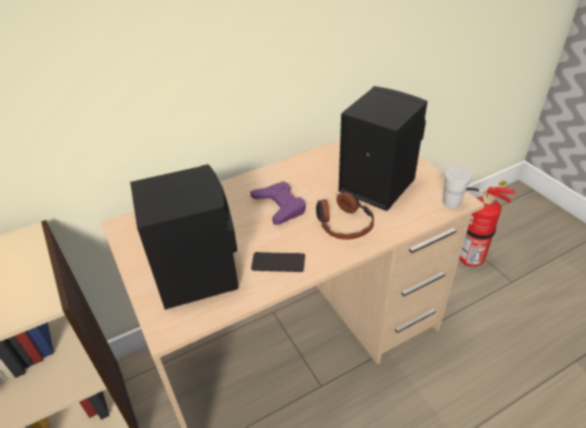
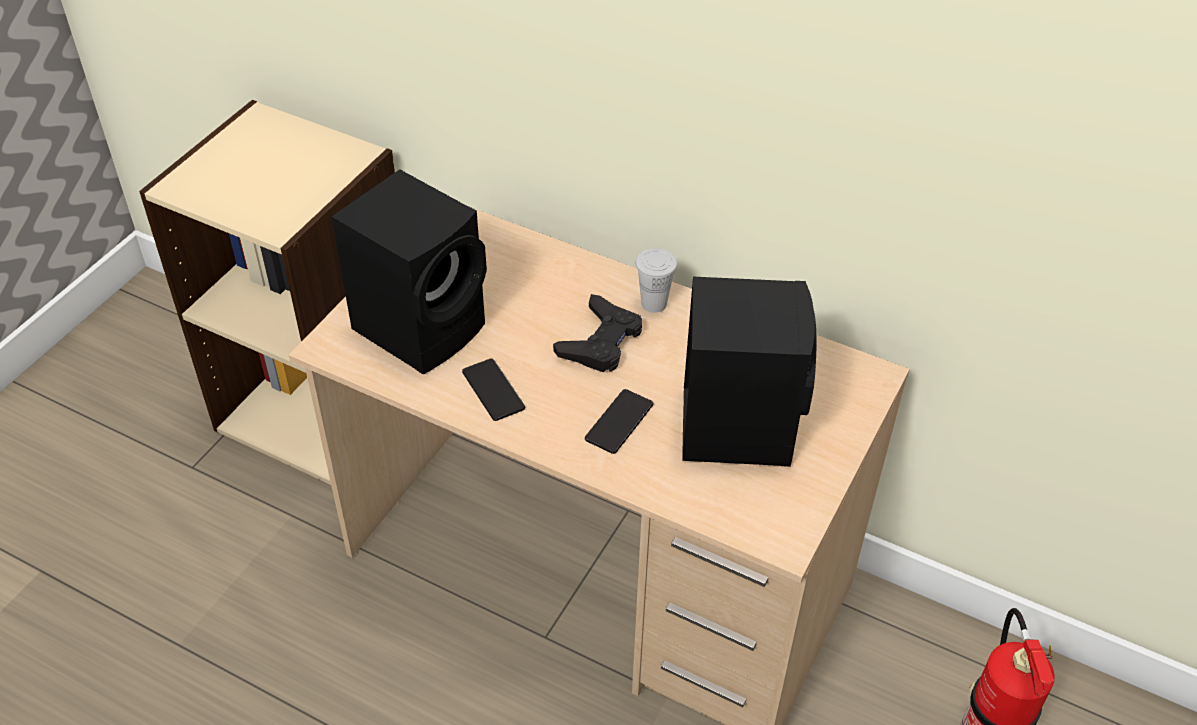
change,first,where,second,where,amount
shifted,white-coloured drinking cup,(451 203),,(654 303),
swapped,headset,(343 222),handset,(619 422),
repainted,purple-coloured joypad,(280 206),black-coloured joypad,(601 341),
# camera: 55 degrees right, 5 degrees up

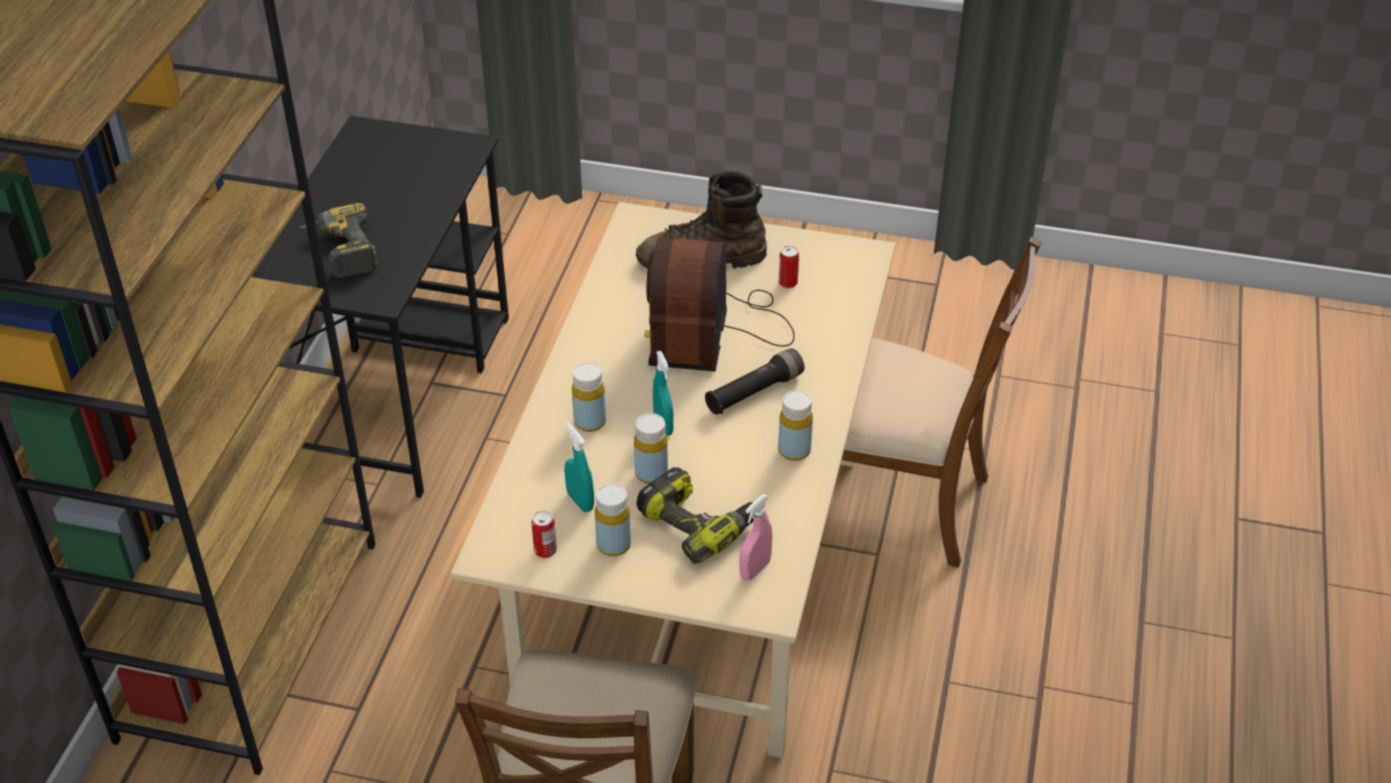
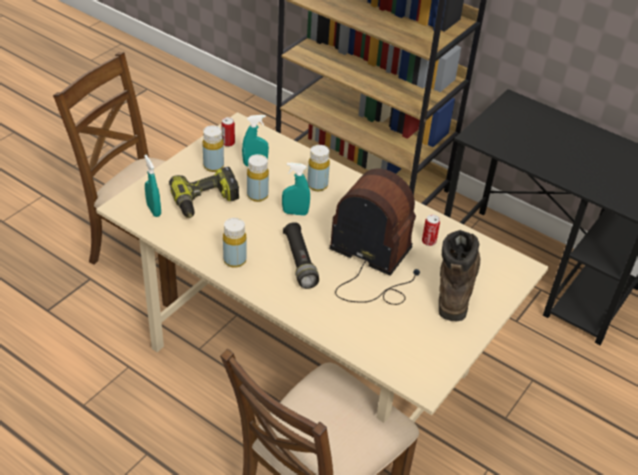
change,first,where,second,where,amount
gone,electric drill,(339 251),,,
shifted,metal can,(788 283),,(428 241),
repainted,pink sprayer,(755 570),turquoise-coloured sprayer,(154 210),
# camera: 110 degrees right, 0 degrees up

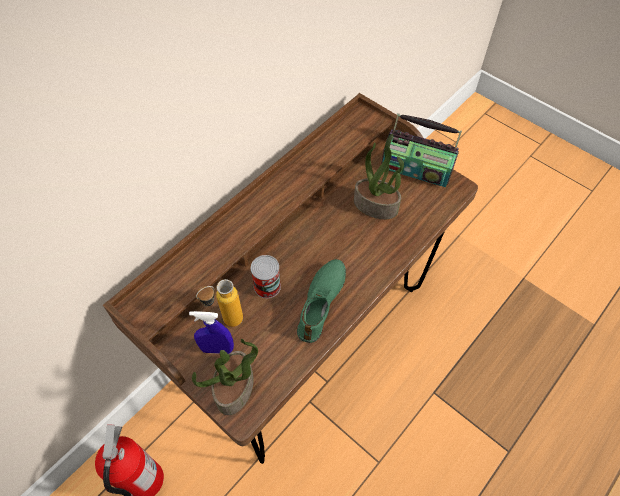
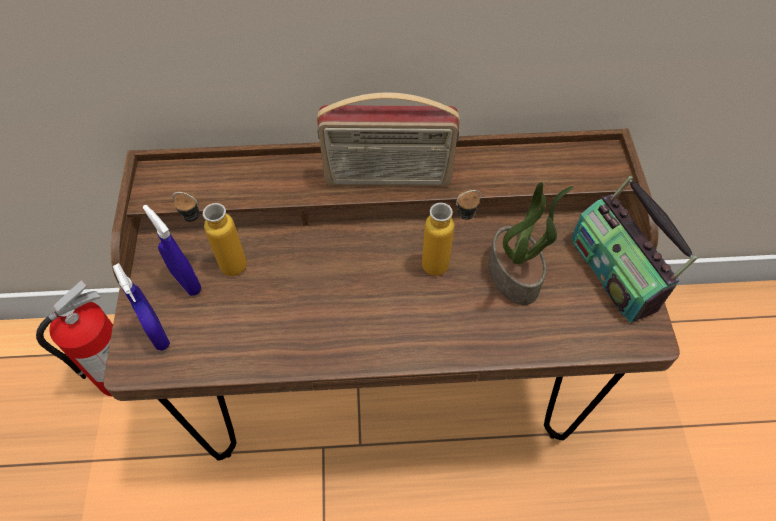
change,first,where,second,where,amount
gone,metal can,(267 286),,,
gone,green-coloured low shoe,(322 302),,,
new,,,radio,(388 178),
new,,,bottle,(446 262),
swapped,houseplant,(235 388),blue sprayer,(158 334),
# camera: 45 degrees right, 0 degrees up

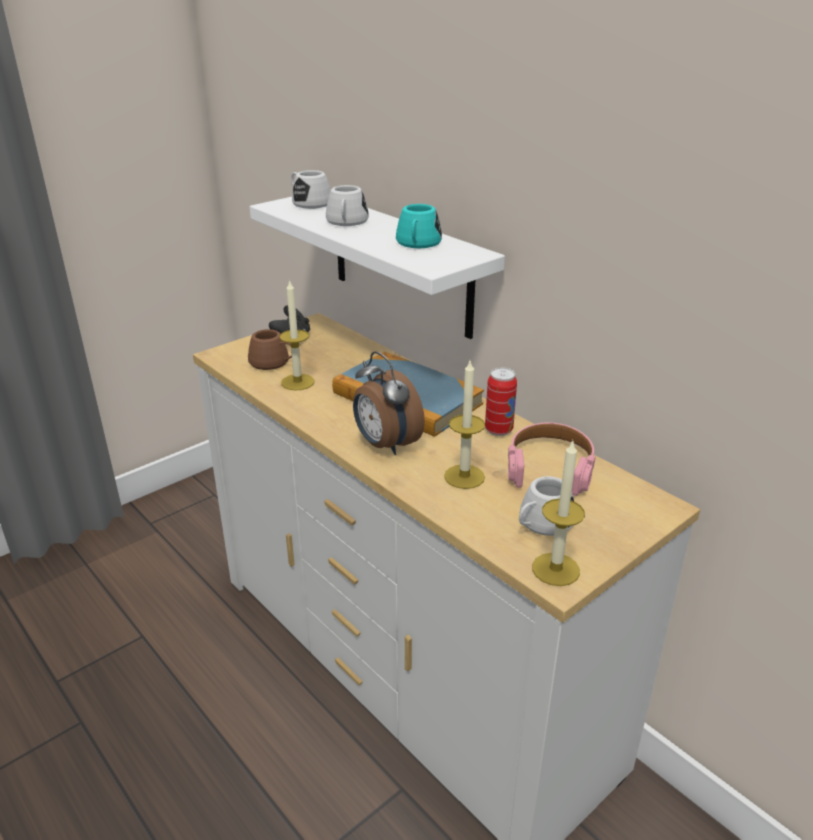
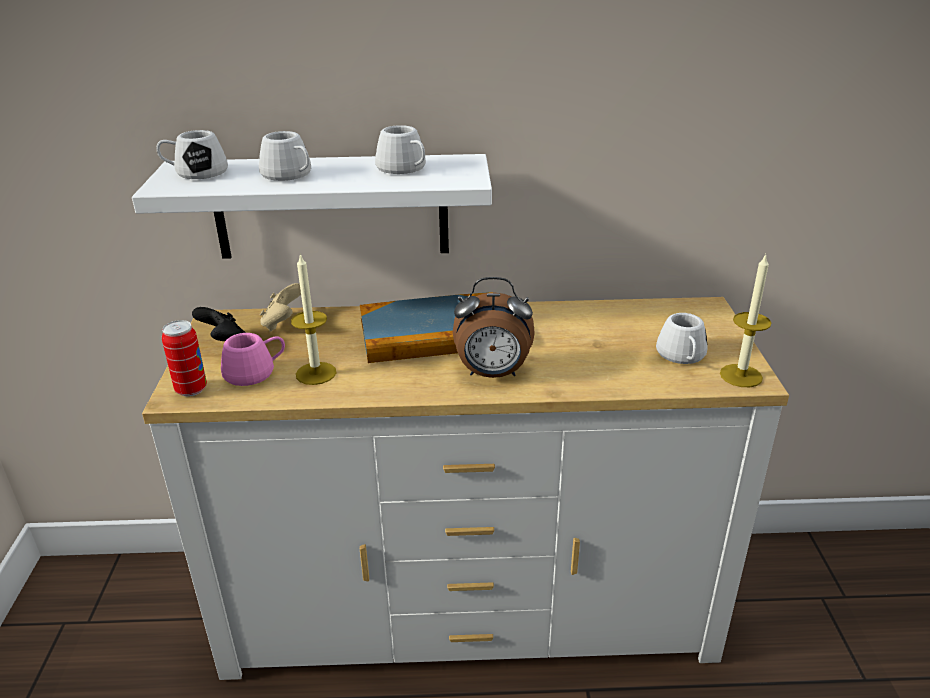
change,first,where,second,where,amount
gone,wax light,(464 476),,,
gone,pink headset,(550 466),,,
new,,,sand-coloured joypad,(283 323),
shifted,metal can,(498 430),,(191 389),
repainted,brown-coloured mug,(273 363),pink mug,(255 372),
repainted,turquoise-coloured mug,(417 244),white-coloured mug,(405 169),
# camera: 50 degrees left, 0 degrees up

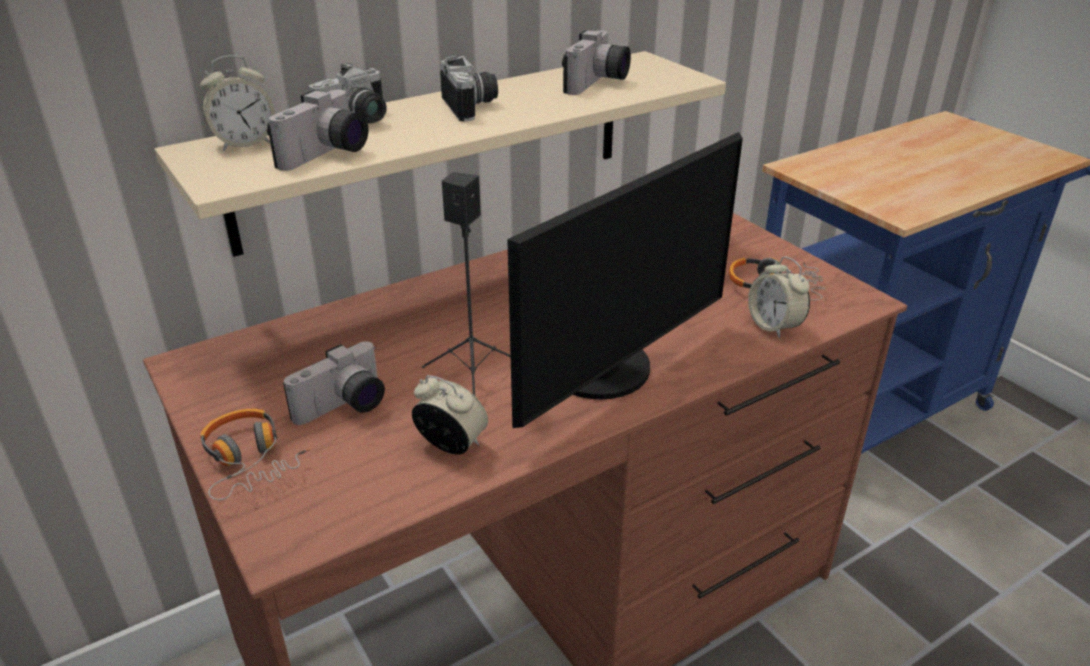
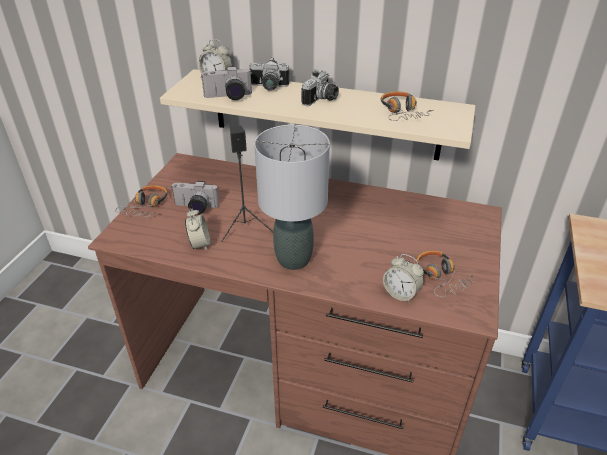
change,first,where,second,where,amount
swapped,computer display,(607 372),greyish table lamp,(294 259),
swapped,photo camera,(598 83),headset,(402 112),
rotated,alarm clock,(774 326),,(401 293),75 degrees counterclockwise
# camera: 50 degrees right, 5 degrees up

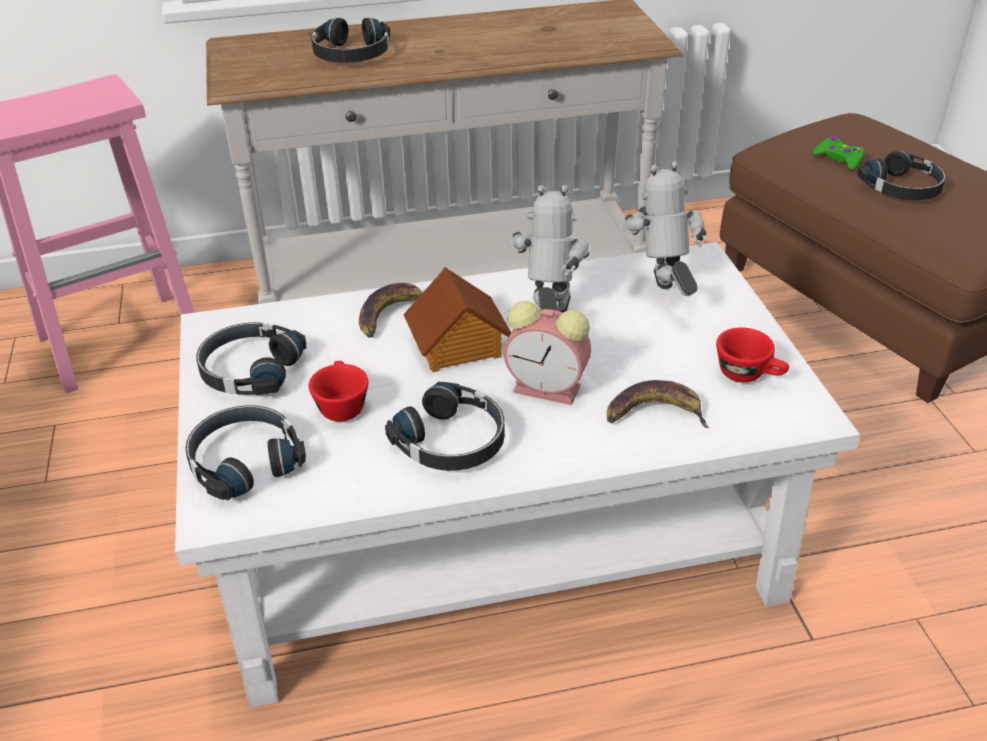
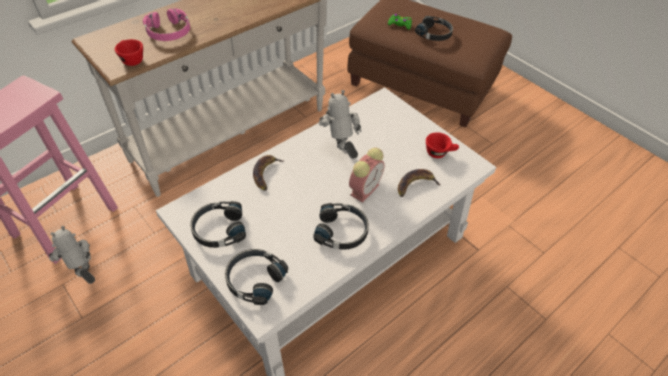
change,first,where,second,where,amount
gone,miniature house,(457 345),,,
shifted,red-coloured drinking cup,(341 405),,(131 59),
shifted,model robot,(662 295),,(85 275),
repainted,black-coloured headset,(351 54),pink headset,(169 32),
rotated,alarm clock,(549 389),,(365 189),45 degrees counterclockwise
# camera: 30 degrees left, 10 degrees up

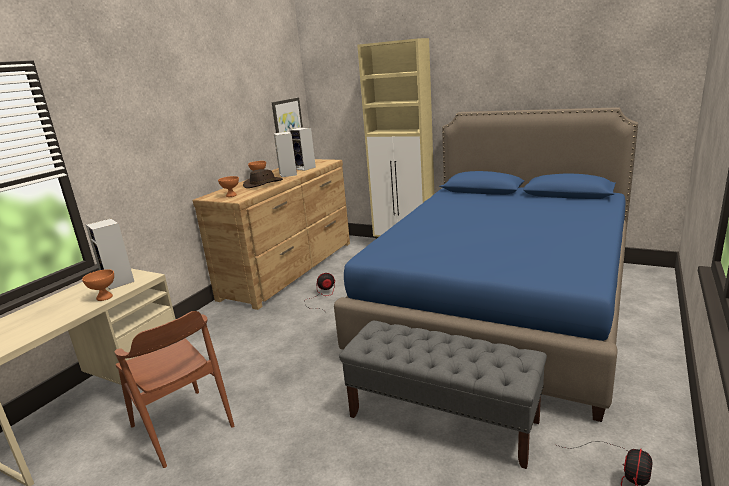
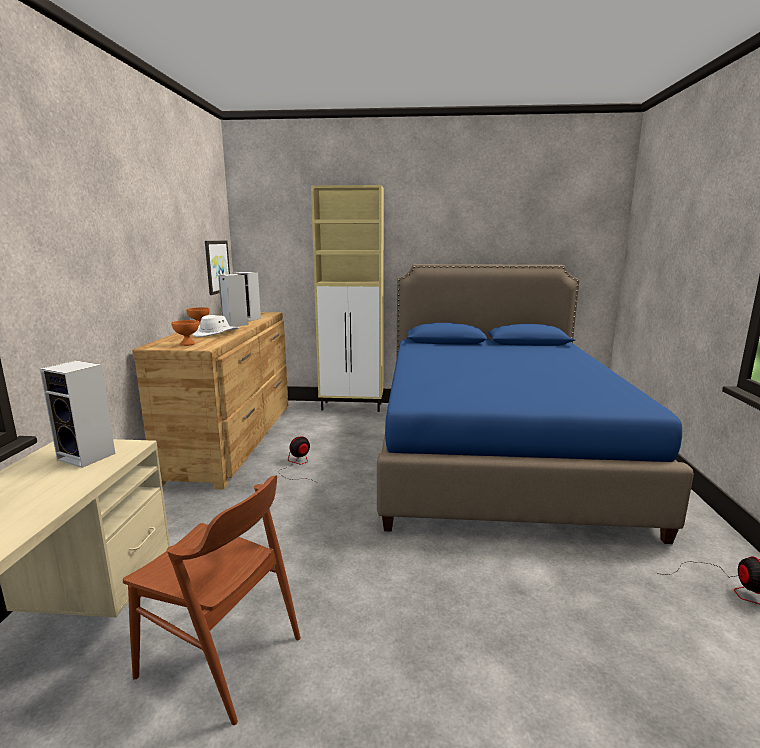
change,first,where,second,where,amount
gone,orange-coloured deep dish,(104 297),,,
gone,greyish indoor bench,(442 419),,,
repainted,brown-coloured clothing hat,(263 184),white-coloured clothing hat,(215 333),
# camera: 25 degrees left, 5 degrees down

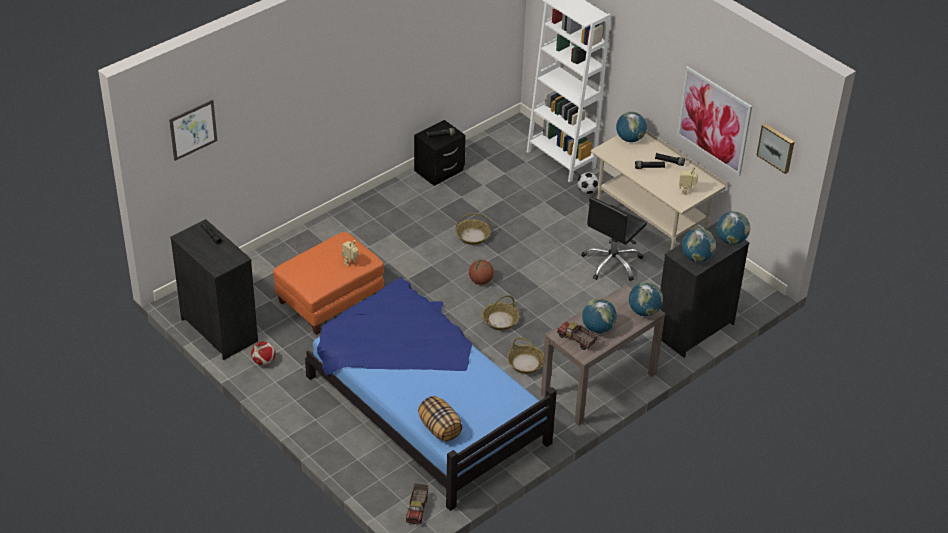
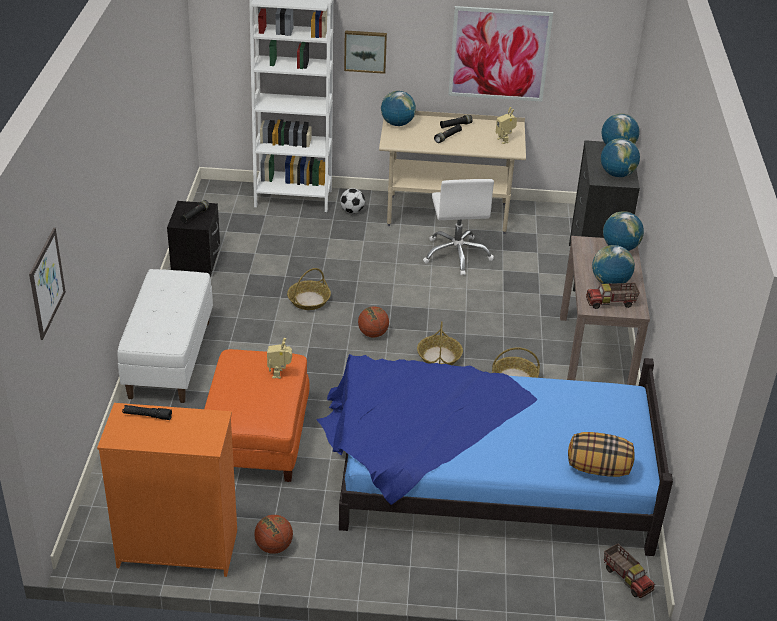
change,first,where,second,where,amount
new,,,white-coloured indoor bench,(169 358),
shifted,wall art,(776 147),,(365 51),
swapped,ball for football,(264 362),ball for basketball,(274 547),
repainted,black-coloured chest of drawers,(220 330),orange-coloured chest of drawers,(178 548),
repainted,black-coloured computer chair,(612 263),white-coloured computer chair,(457 255),
# camera: 45 degrees left, 5 degrees down

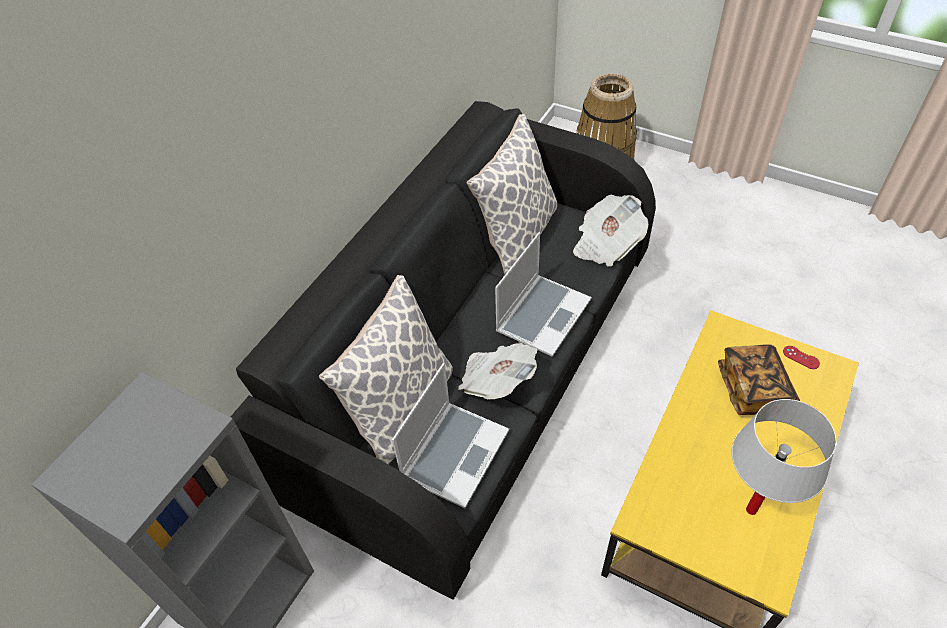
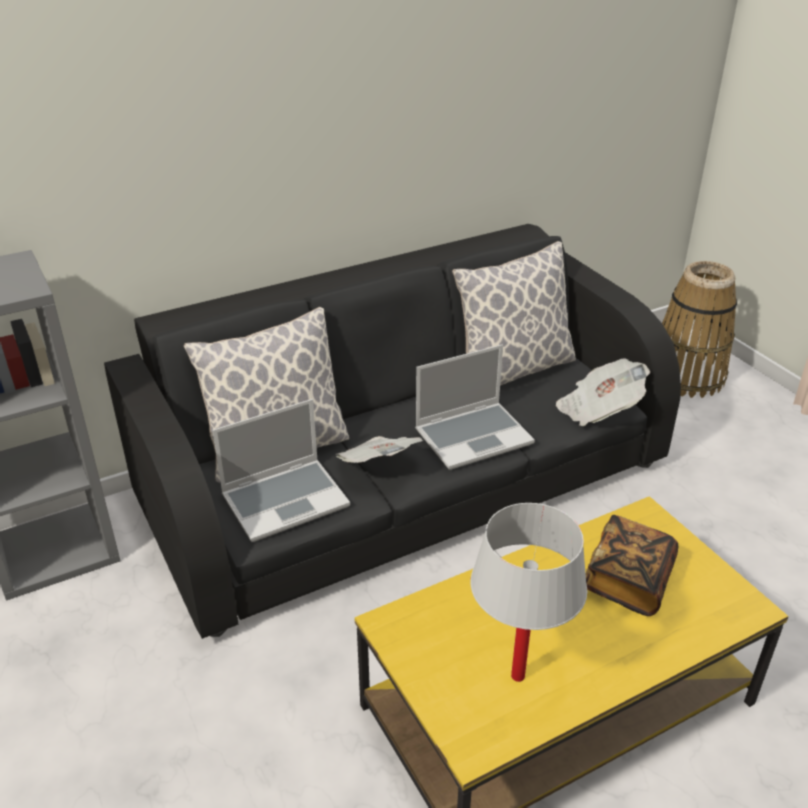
change,first,where,second,where,amount
gone,red-coloured joypad,(801 357),,,
# camera: 30 degrees right, 15 degrees down

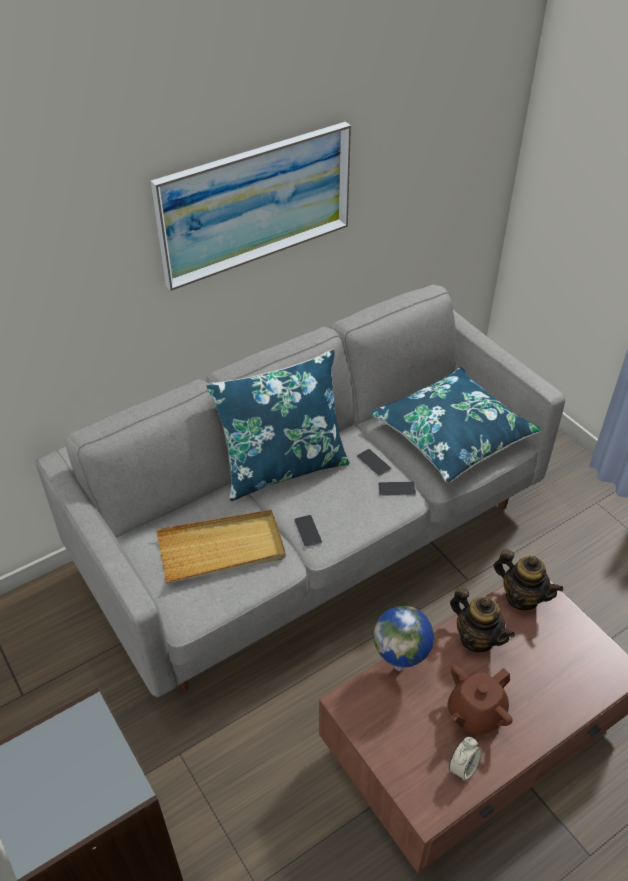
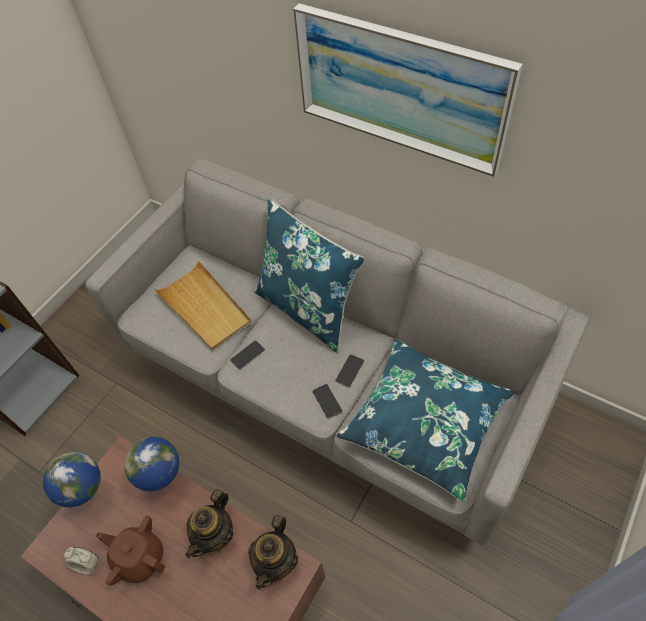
change,first,where,second,where,amount
new,,,world globe,(90 497),
# camera: 70 degrees right, 10 degrees up

